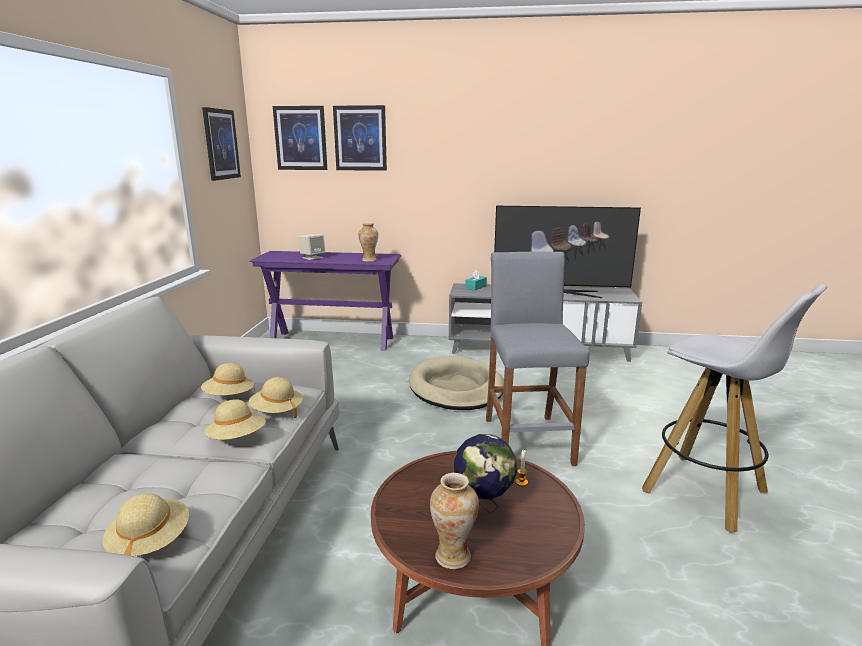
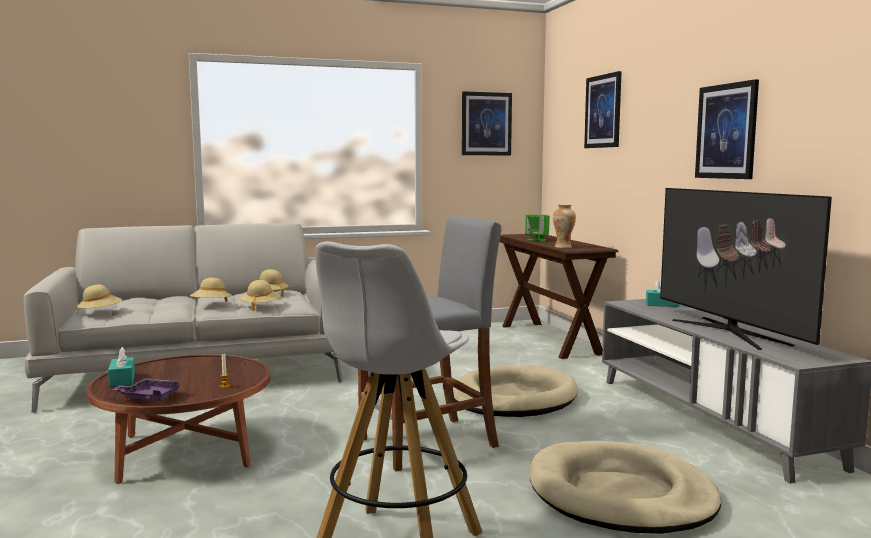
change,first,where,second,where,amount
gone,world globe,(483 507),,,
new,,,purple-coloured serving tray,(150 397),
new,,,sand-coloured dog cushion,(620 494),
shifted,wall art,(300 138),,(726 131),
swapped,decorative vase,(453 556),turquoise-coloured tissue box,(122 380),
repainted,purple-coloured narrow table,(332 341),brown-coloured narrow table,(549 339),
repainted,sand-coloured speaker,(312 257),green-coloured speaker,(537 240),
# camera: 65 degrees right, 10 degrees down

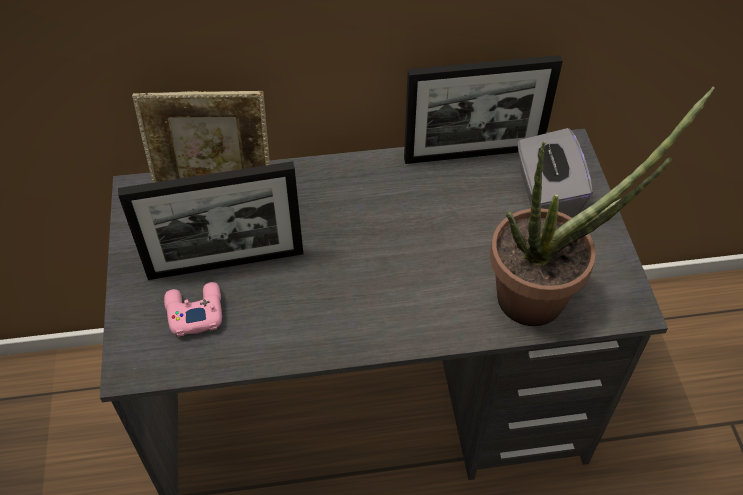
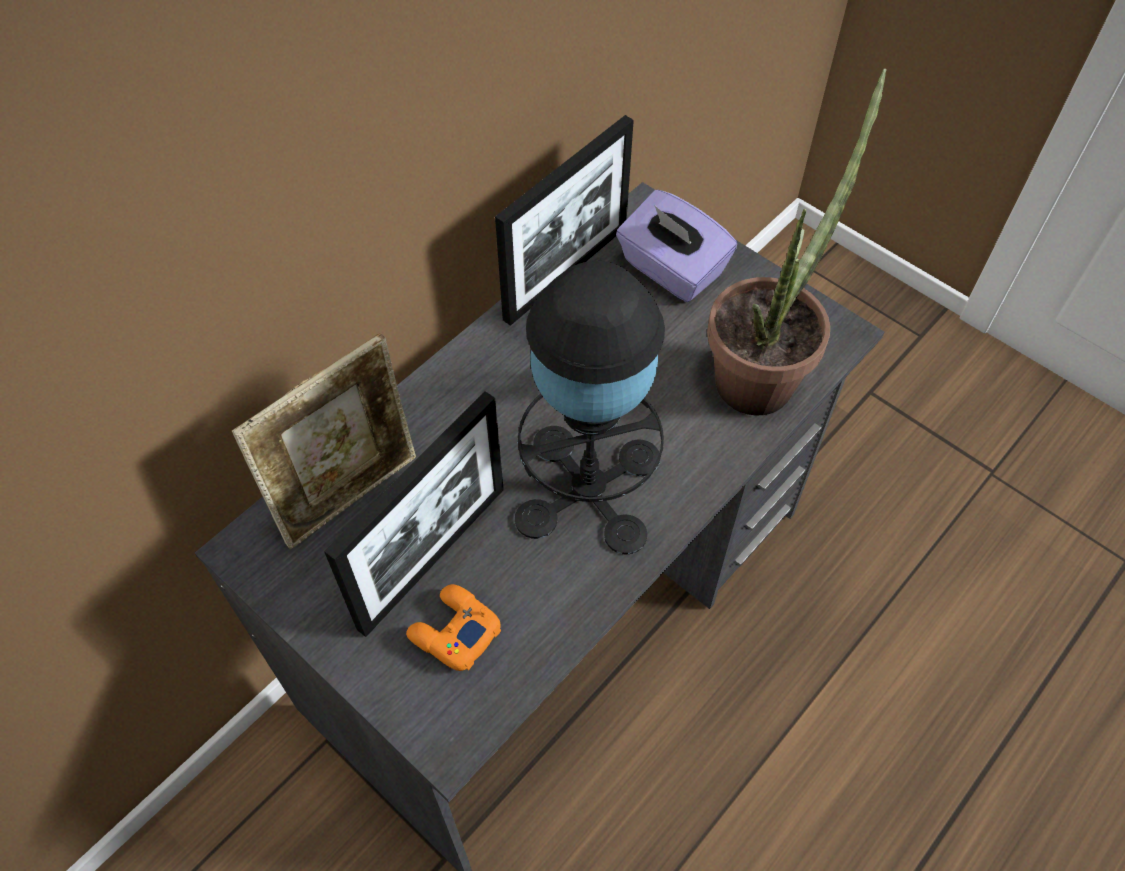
change,first,where,second,where,amount
new,,,black-coloured table lamp,(588 488),
repainted,pink joypad,(194 312),orange-coloured joypad,(454 632),
repainted,greyish tissue box,(546 193),purple-coloured tissue box,(671 270),
# camera: 40 degrees left, 5 degrees up

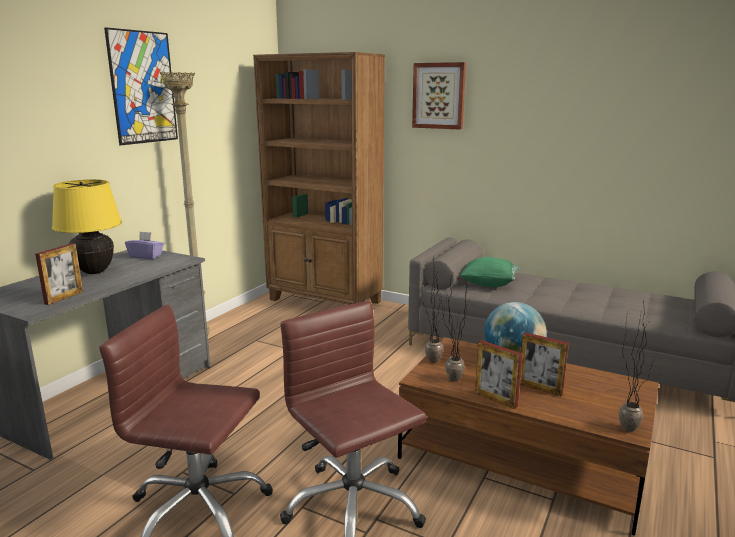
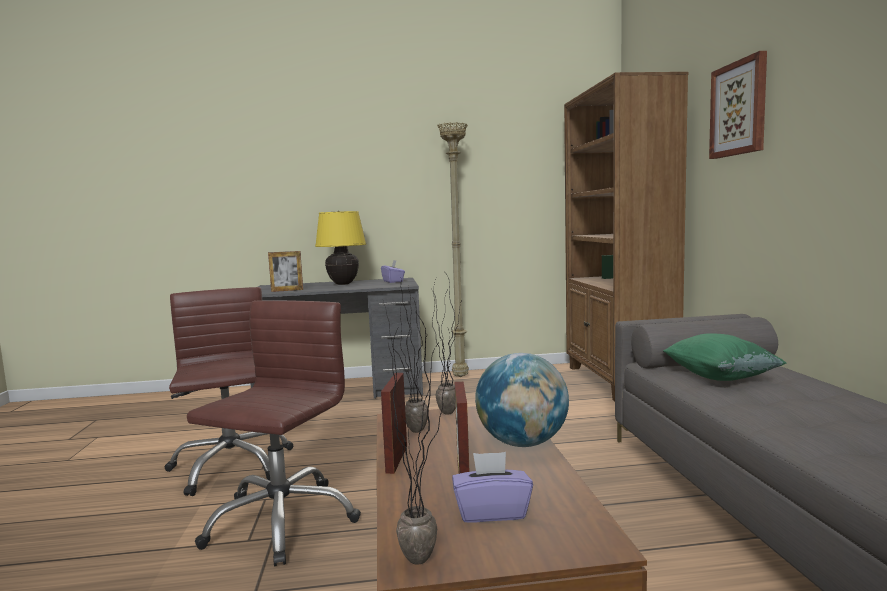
change,first,where,second,where,amount
gone,wall art,(143 87),,,
new,,,purple-coloured tissue box,(491 511),
# camera: 55 degrees right, 10 degrees down

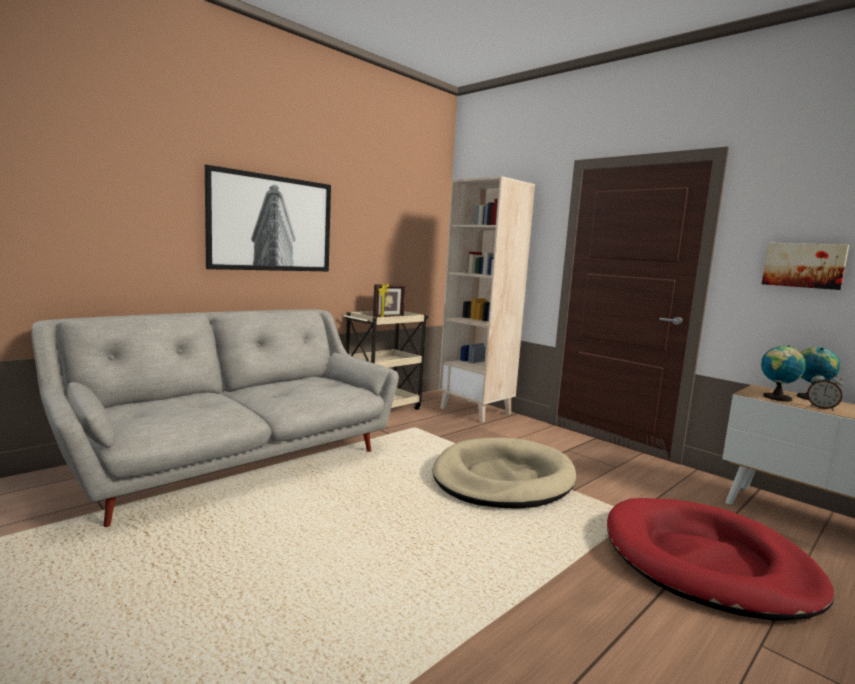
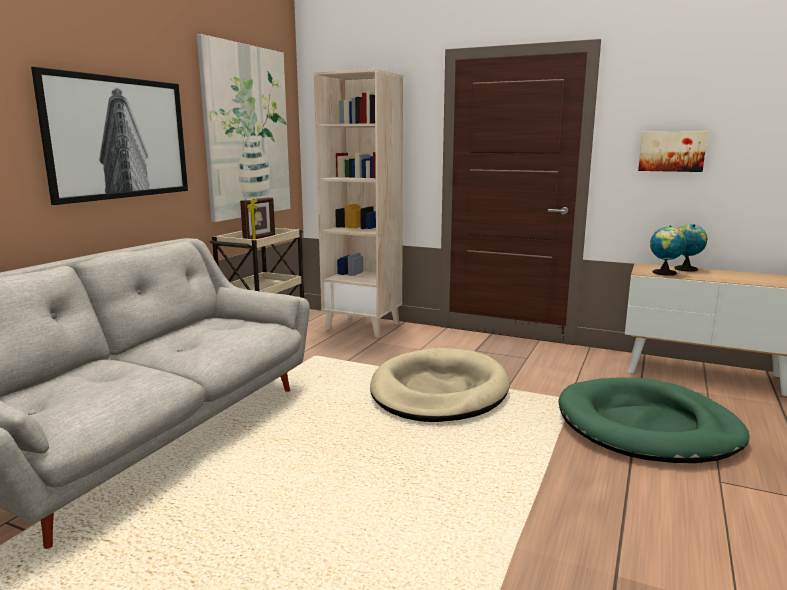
change,first,where,second,where,amount
gone,alarm clock,(821 408),,,
new,,,wall art,(247 132),
repainted,red-coloured dog cushion,(707 563),green-coloured dog cushion,(647 427),
# camera: 20 degrees left, 5 degrees up

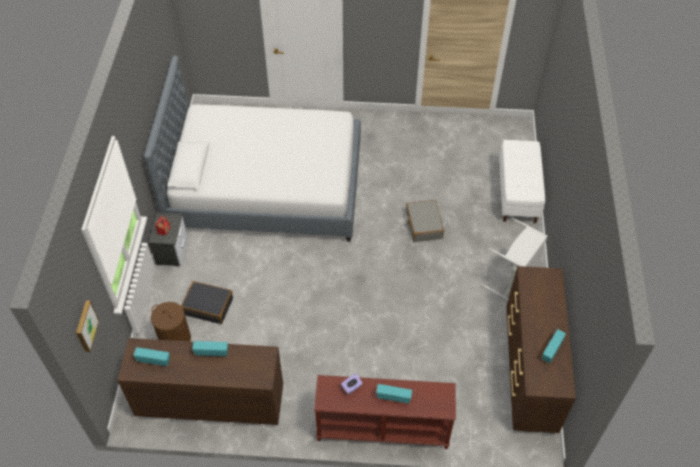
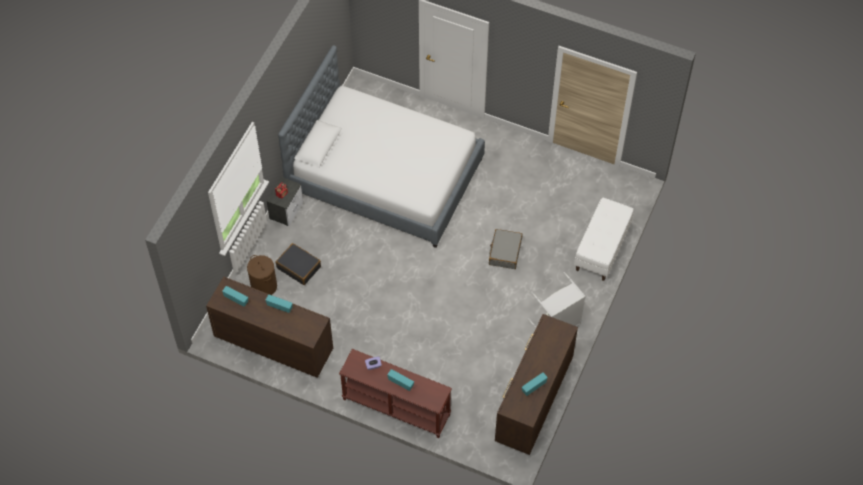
change,first,where,second,where,amount
gone,wall art,(85 326),,,
# camera: 20 degrees right, 5 degrees up

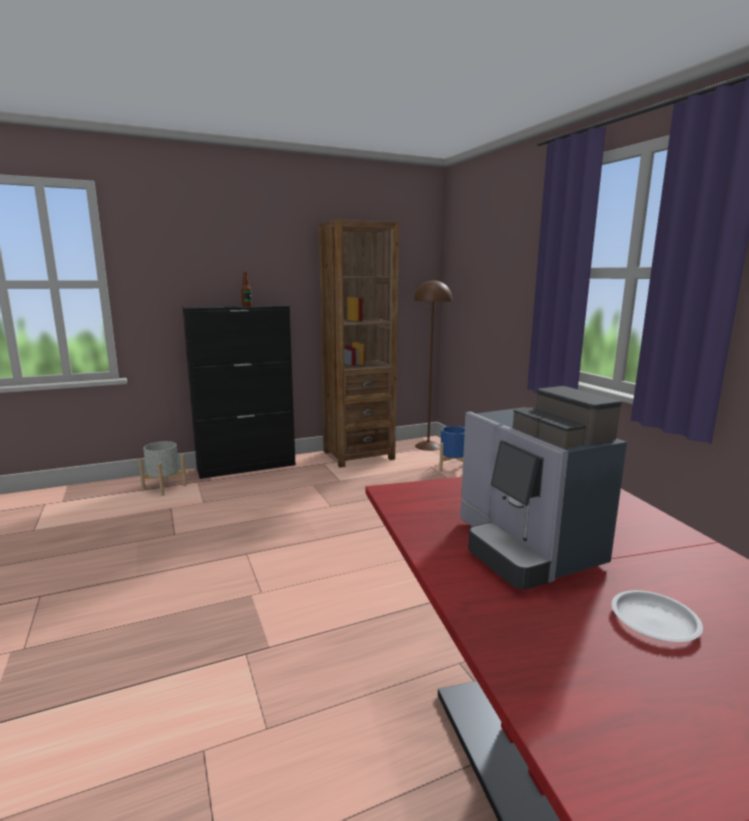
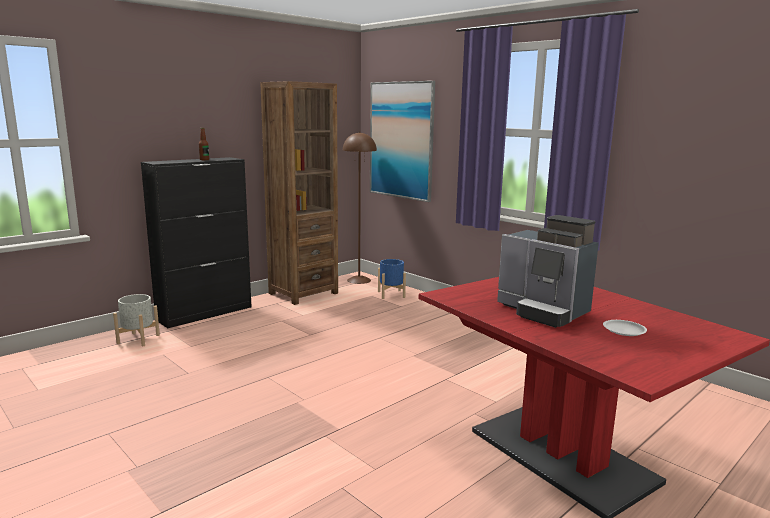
change,first,where,second,where,amount
new,,,wall art,(401 140),
# camera: 20 degrees left, 0 degrees up

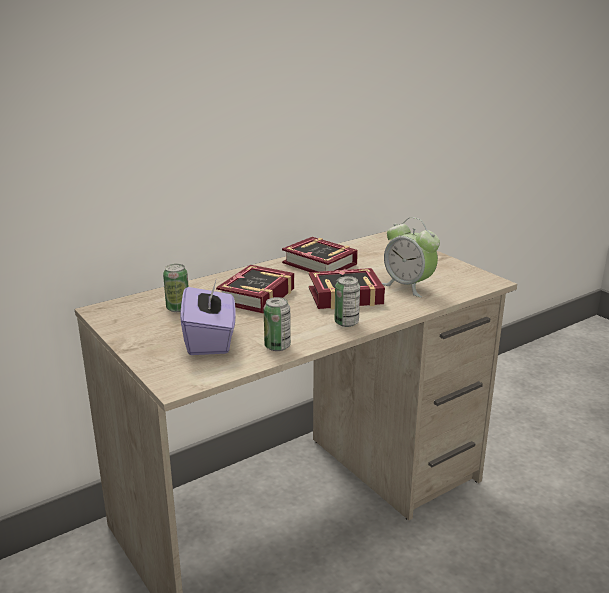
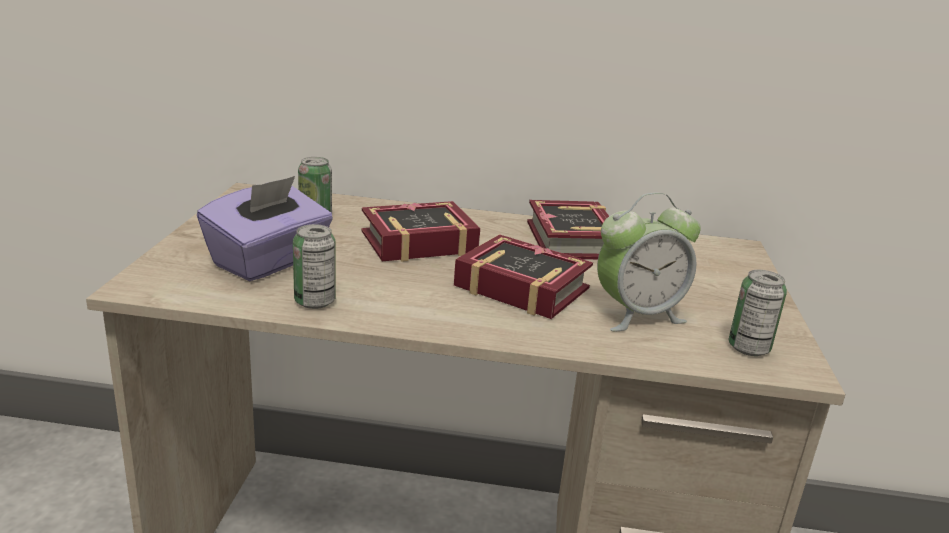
change,first,where,second,where,amount
shifted,metal can,(346 322),,(748 348),
rotated,alarm clock,(408 286),,(637 315),105 degrees counterclockwise
# camera: 40 degrees right, 0 degrees up

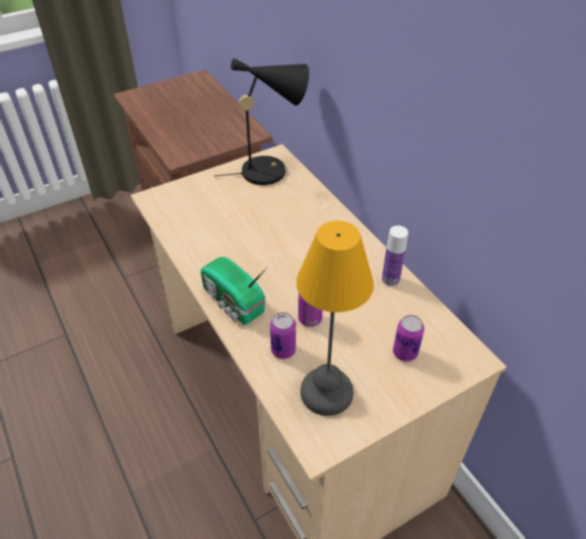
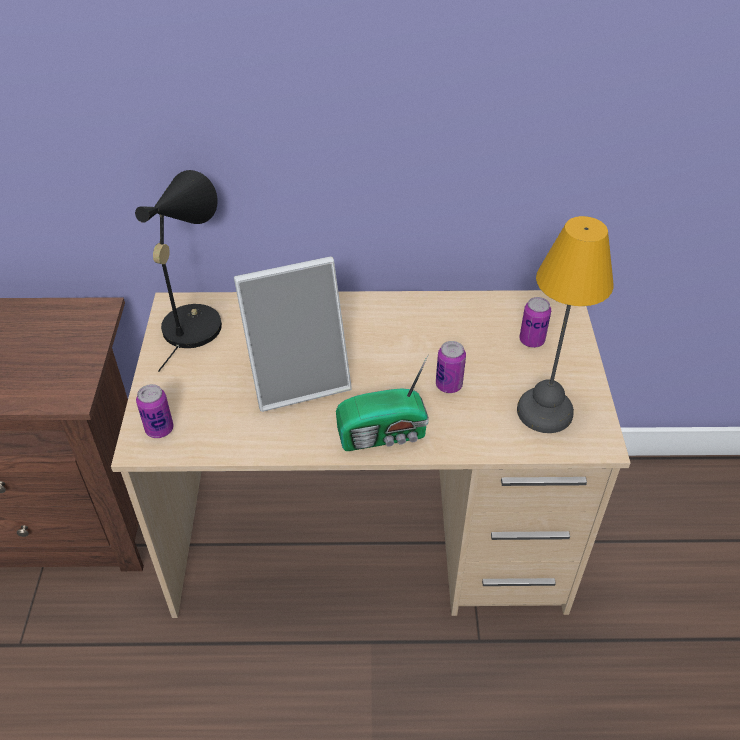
change,first,where,second,where,amount
gone,bottle,(390 279),,,
new,,,picture frame,(298 378),
shifted,metal can,(283 350),,(159 429),
# camera: 60 degrees left, 0 degrees up

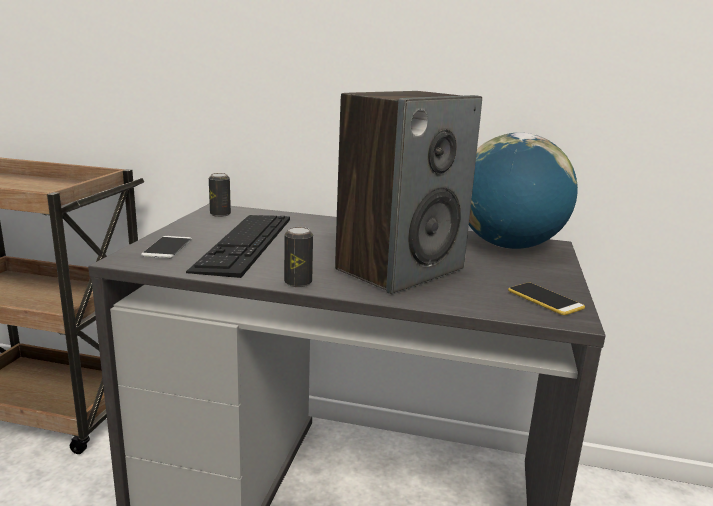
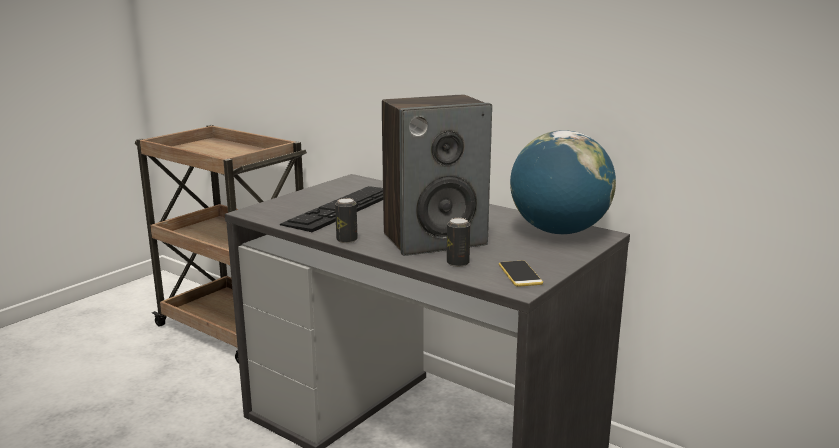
change,first,where,second,where,amount
gone,handset,(167 248),,,
shifted,metal can,(220 214),,(458 263),
# camera: 25 degrees right, 0 degrees up

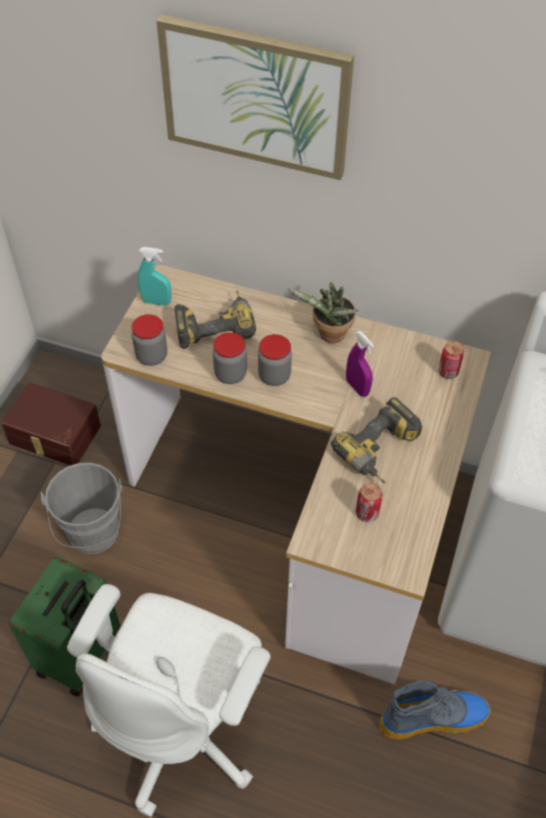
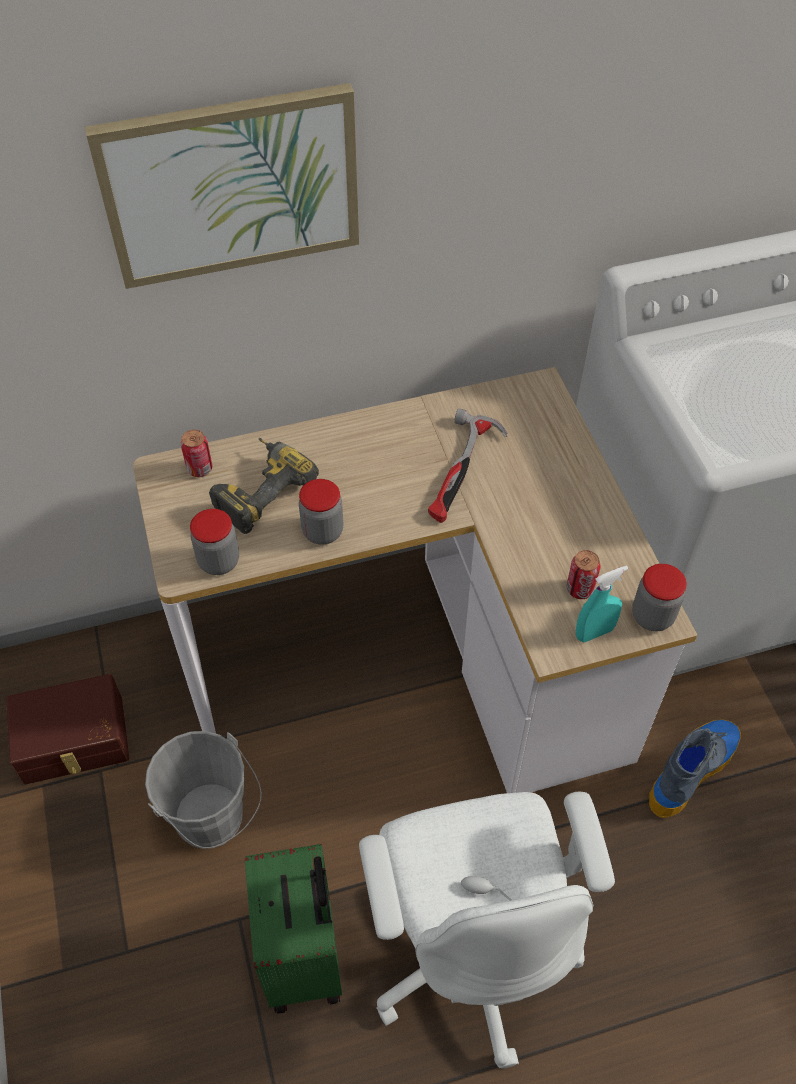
change,first,where,second,where,amount
gone,houseplant,(329 336),,,
gone,electric drill,(381 453),,,
shifted,turquoise-coloured sprayer,(156 302),,(594 632),
shifted,preserve jar,(274 376),,(652 616),
shifted,metal can,(448 372),,(200 469),
swapped,purple-coloured sprayer,(357 387),hand hammer,(462 471),
# camera: 35 degrees left, 0 degrees up

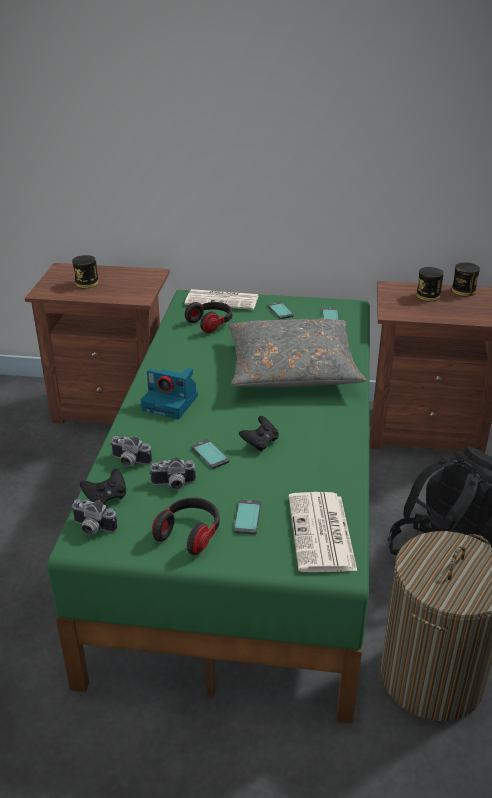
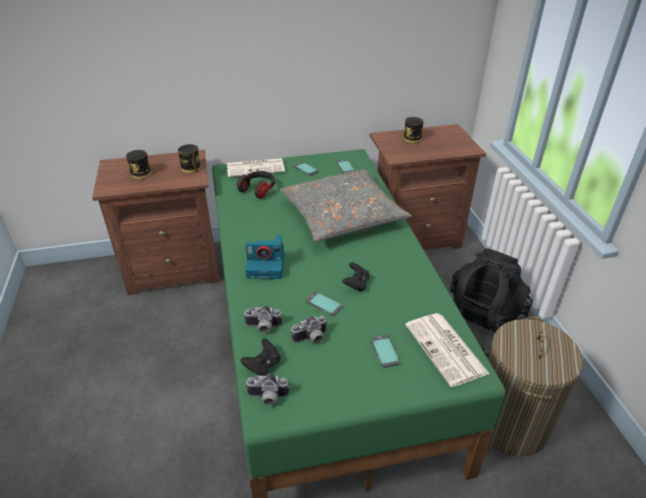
change,first,where,second,where,amount
gone,headset,(189 534),,,
shifted,metal can,(463 291),,(191 168),
# camera: 20 degrees left, 5 degrees up

